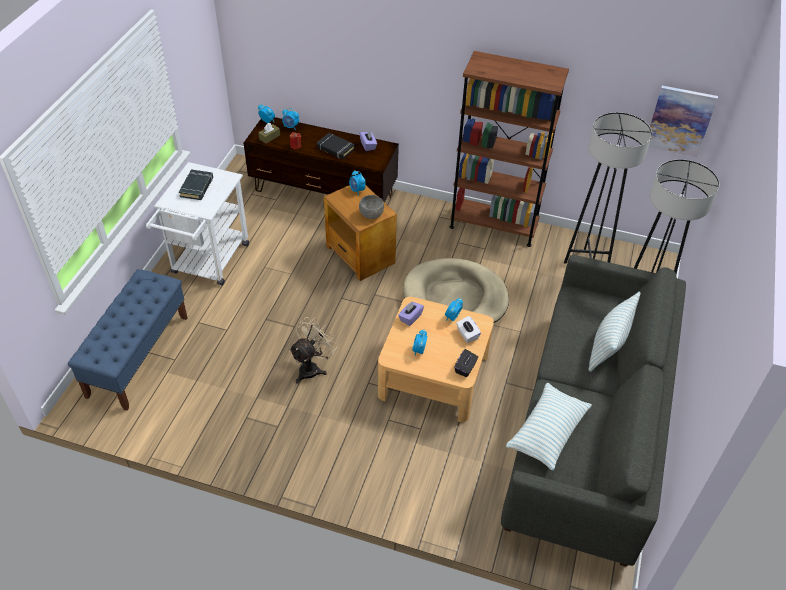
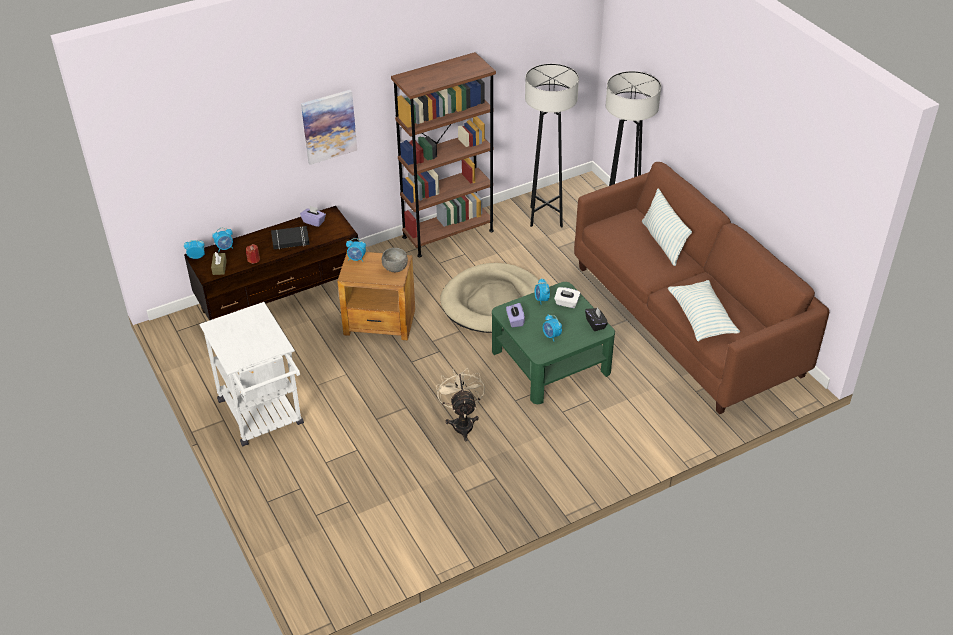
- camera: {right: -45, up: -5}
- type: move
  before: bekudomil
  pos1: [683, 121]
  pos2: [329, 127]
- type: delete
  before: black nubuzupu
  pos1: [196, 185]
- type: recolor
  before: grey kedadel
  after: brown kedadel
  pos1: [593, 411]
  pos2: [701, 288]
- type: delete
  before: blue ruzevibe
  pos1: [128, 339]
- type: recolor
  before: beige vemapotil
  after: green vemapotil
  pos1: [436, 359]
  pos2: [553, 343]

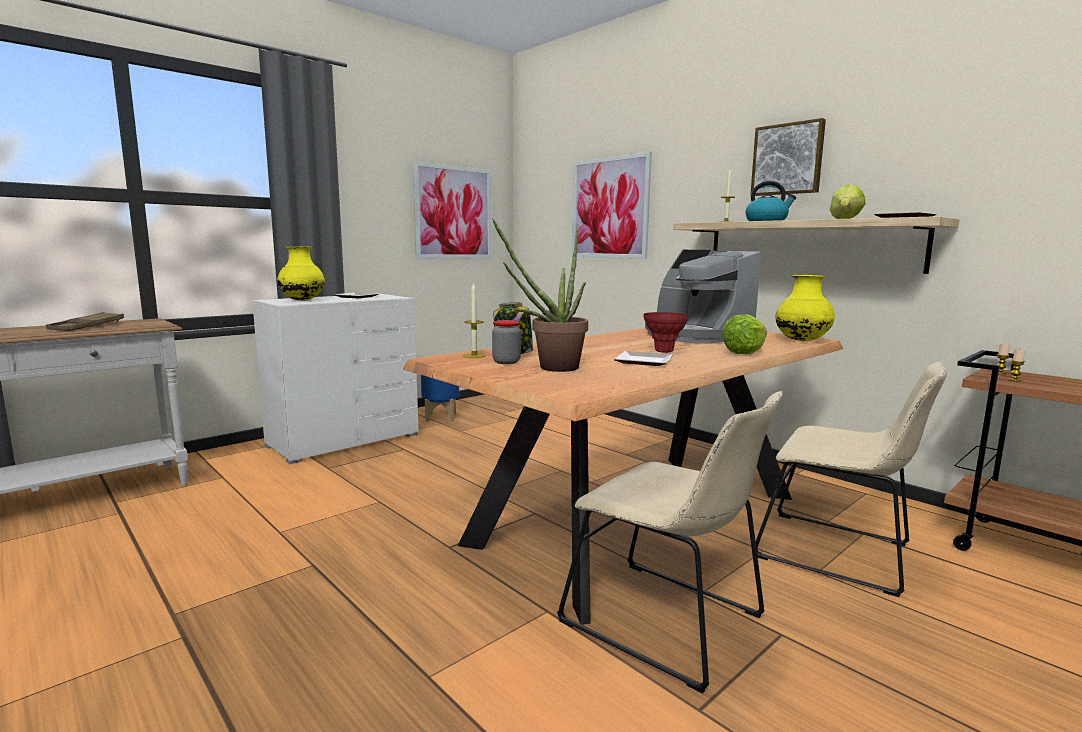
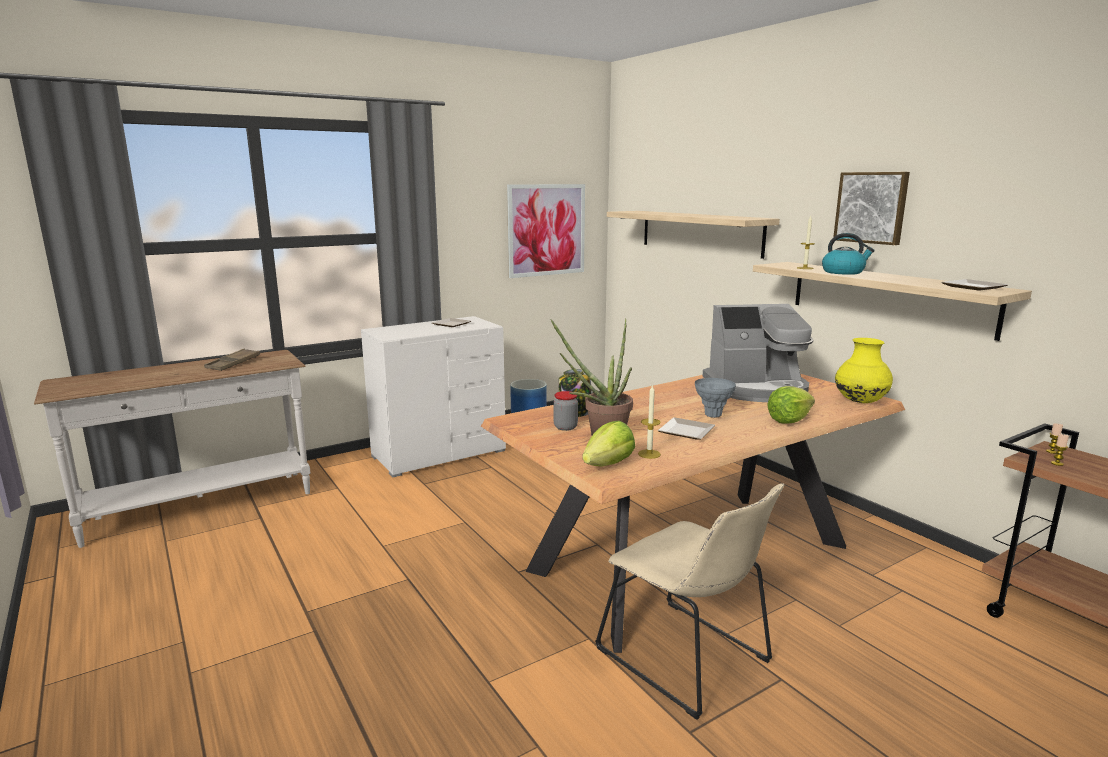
- camera: {right: 10, up: 5}
- type: replace
  before: bekudomil
  after: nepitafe
  pos1: [612, 205]
  pos2: [693, 235]
- type: move
  before: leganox
  pos1: [847, 201]
  pos2: [608, 444]
- type: delete
  before: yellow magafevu
  pos1: [301, 274]
- type: rotate
  before: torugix
  pos1: [703, 296]
  pos2: [758, 353]
  turn: -75
- type: move
  before: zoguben
  pos1: [474, 320]
  pos2: [649, 421]
- type: recolor
  before: red magafevu
  after: grey magafevu
  pos1: [666, 332]
  pos2: [715, 398]
- type: delete
  before: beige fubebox
  pos1: [851, 479]

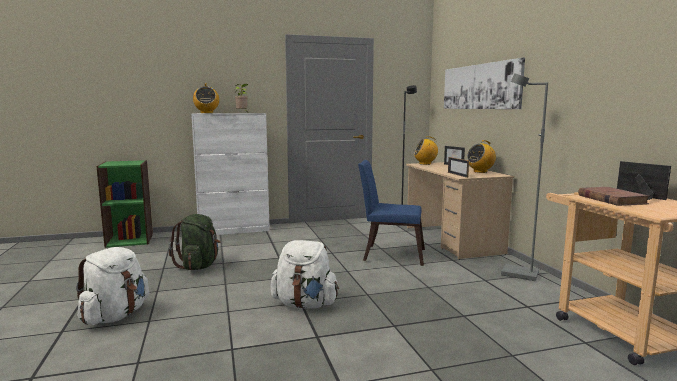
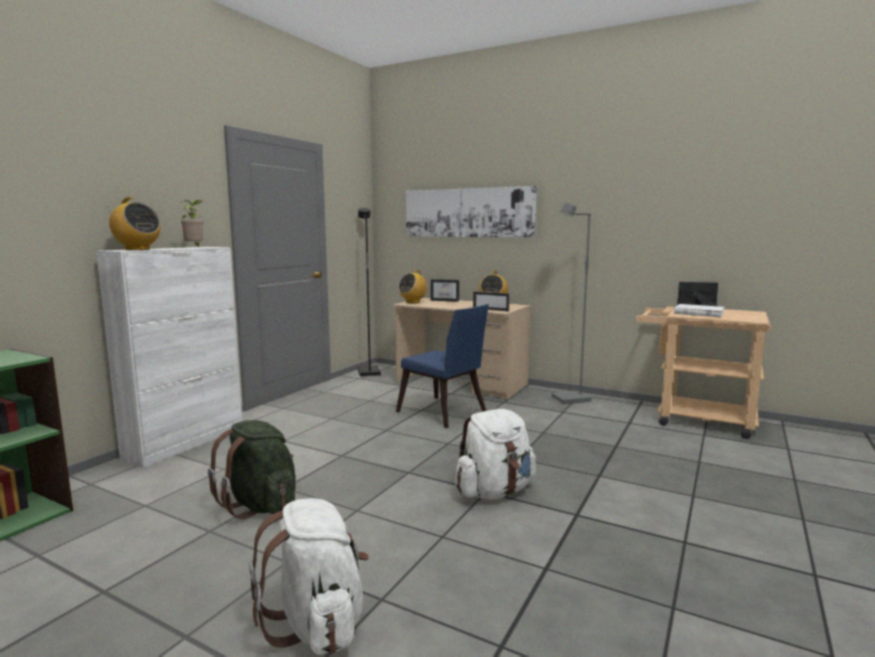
- camera: {right: -45, up: 0}
- type: rotate
  before: blue fubebox
  pos1: [391, 213]
  pos2: [442, 366]
  turn: -105
- type: recolor
  before: brown nubuzupu
  after: white nubuzupu
  pos1: [613, 196]
  pos2: [699, 310]

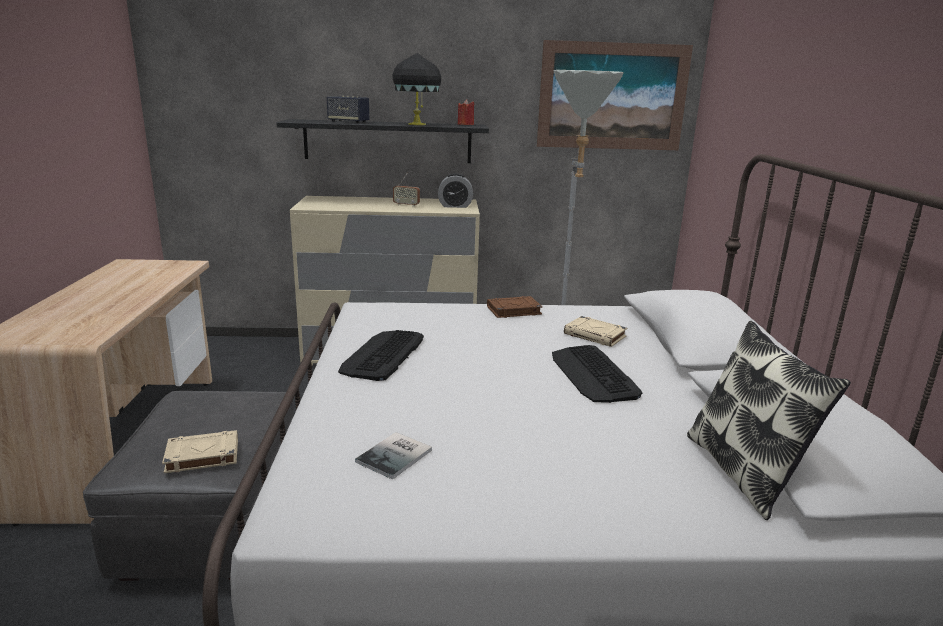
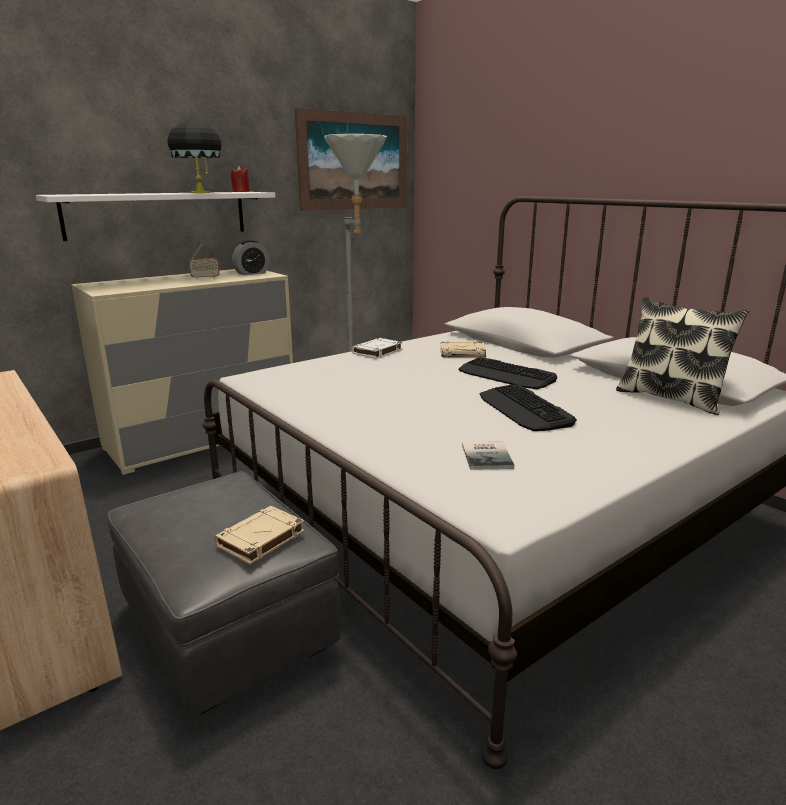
- camera: {right: -35, up: 0}
- type: delete
  before: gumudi
  pos1: [348, 109]
- type: recolor
  before: black nepitafe
  after: white nepitafe
  pos1: [382, 141]
  pos2: [155, 216]
- type: recolor
  before: brown nubuzupu
  after: white nubuzupu
  pos1: [515, 307]
  pos2: [377, 348]
- type: move
  before: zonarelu
  pos1: [381, 355]
  pos2: [528, 408]

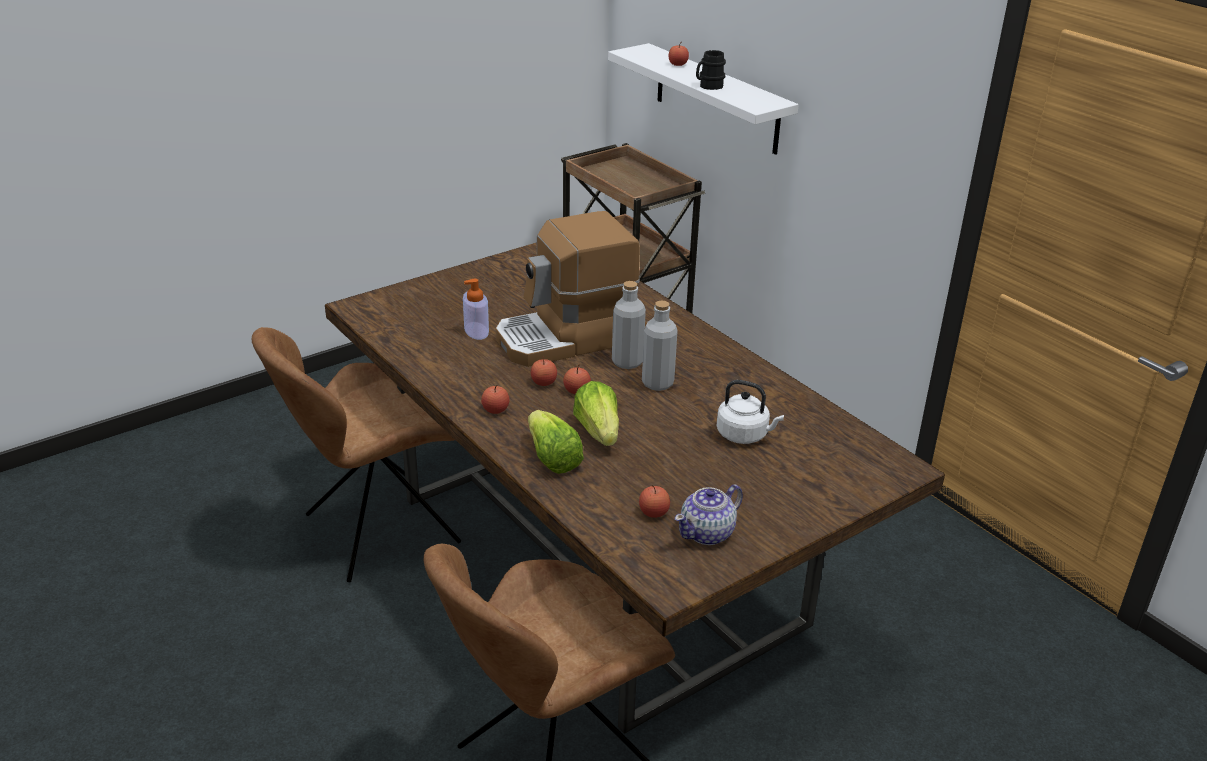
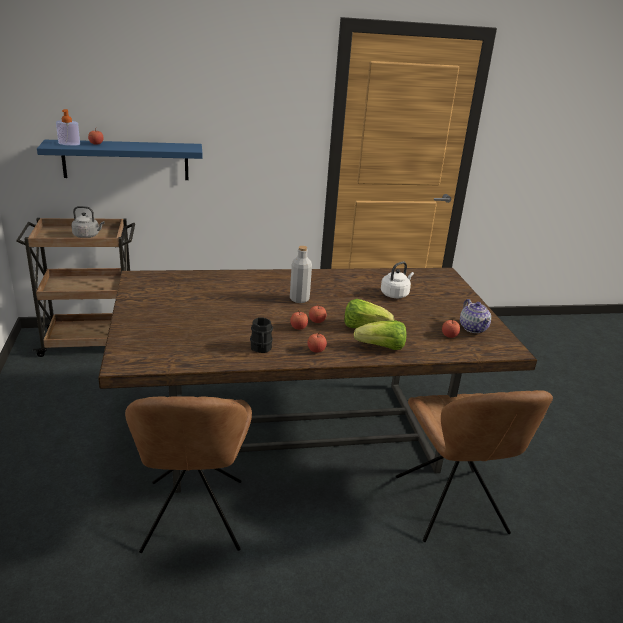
- camera: {right: -65, up: -5}
- type: recolor
  before: white nepitafe
  after: blue nepitafe
  pos1: [703, 99]
  pos2: [120, 160]
- type: move
  before: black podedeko
  pos1: [711, 70]
  pos2: [261, 335]
- type: delete
  before: torugix
  pos1: [568, 289]
- type: move
  before: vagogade
  pos1: [476, 309]
  pos2: [68, 127]
- type: delete
  before: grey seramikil
  pos1: [660, 346]
- type: insert
  after: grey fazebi
  pos2: [88, 222]

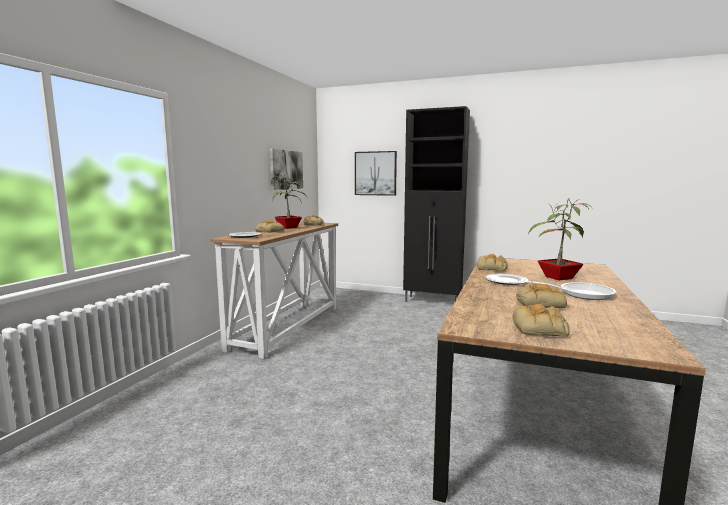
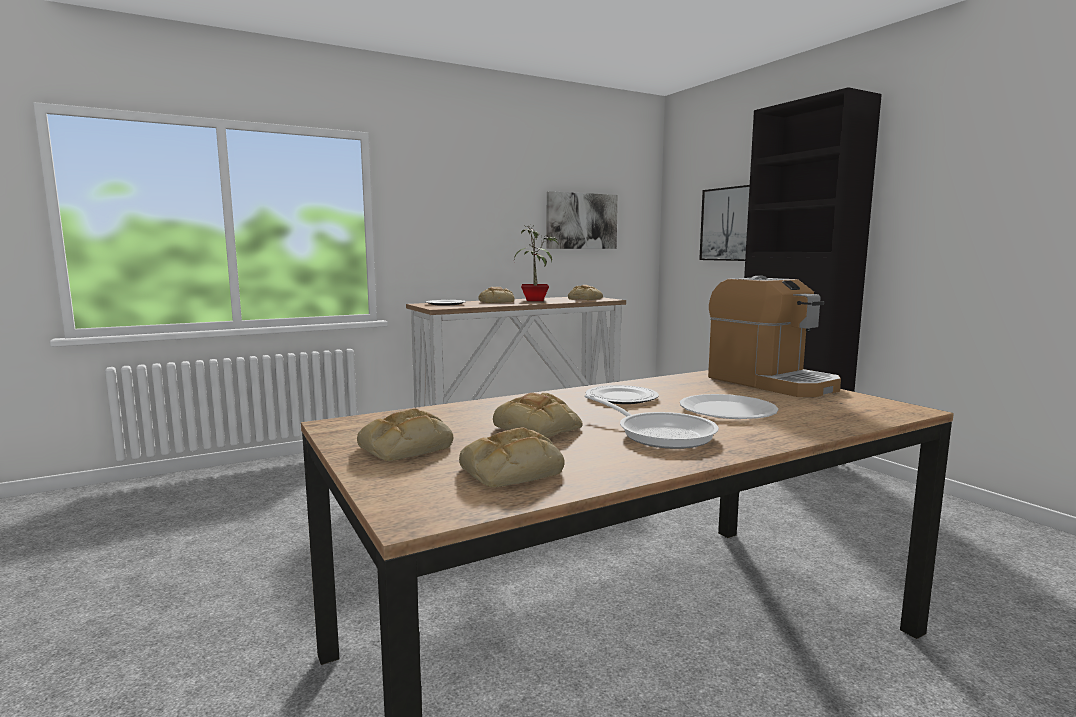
- camera: {right: 40, up: 0}
- type: replace
  before: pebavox
  after: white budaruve
  pos1: [560, 240]
  pos2: [729, 406]
- type: move
  before: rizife
  pos1: [492, 262]
  pos2: [512, 457]
- type: insert
  after: torugix
  pos2: [774, 336]

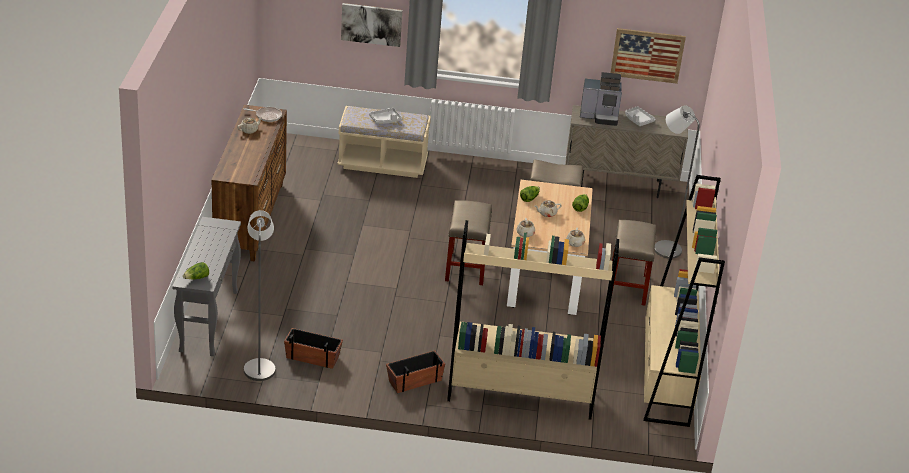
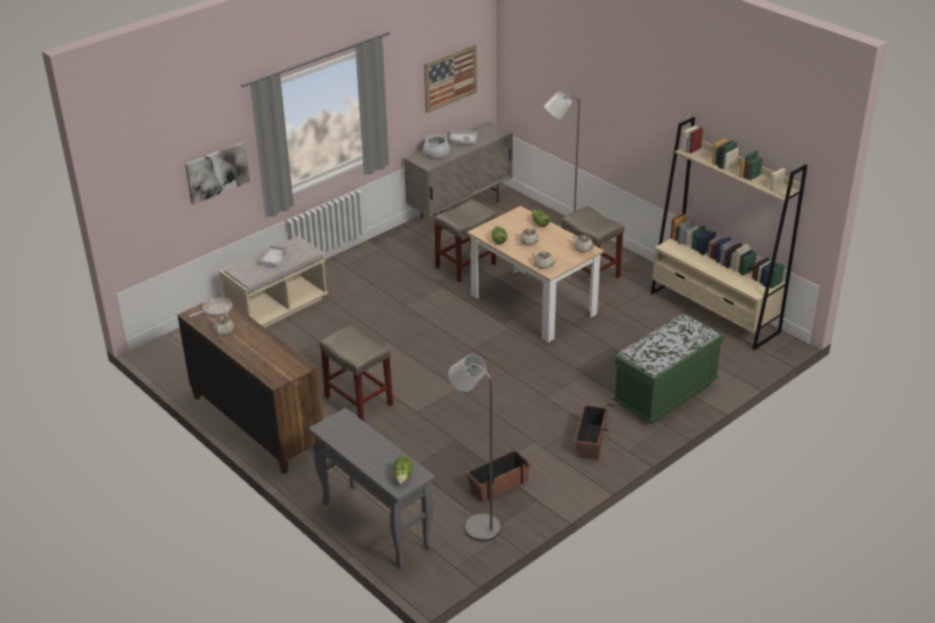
- camera: {right: -45, up: 0}
- type: replace
  before: torugix
  after: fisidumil
  pos1: [601, 99]
  pos2: [436, 146]
- type: move
  before: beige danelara
  pos1: [468, 242]
  pos2: [356, 373]
- type: replace
  before: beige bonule
  after: green ruzevibe
  pos1: [533, 320]
  pos2: [668, 369]

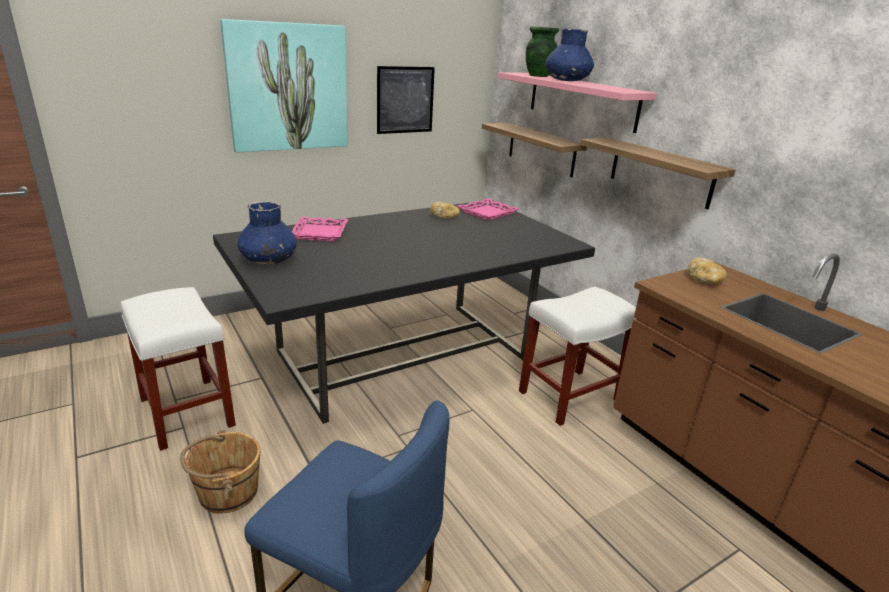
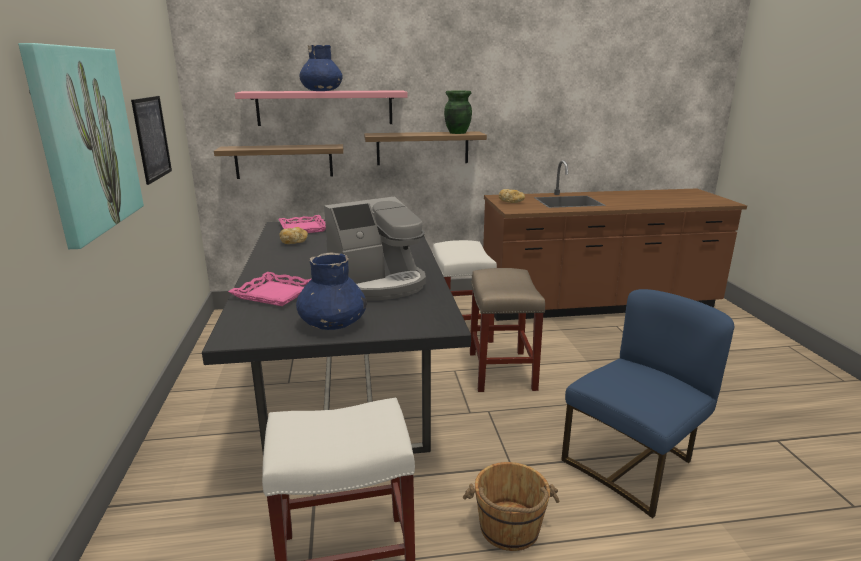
- camera: {right: -65, up: -5}
- type: move
  before: green magafevu
  pos1: [542, 51]
  pos2: [458, 112]
- type: insert
  after: torugix
  pos2: [375, 248]
- type: insert
  after: beige danelara
  pos2: [507, 330]

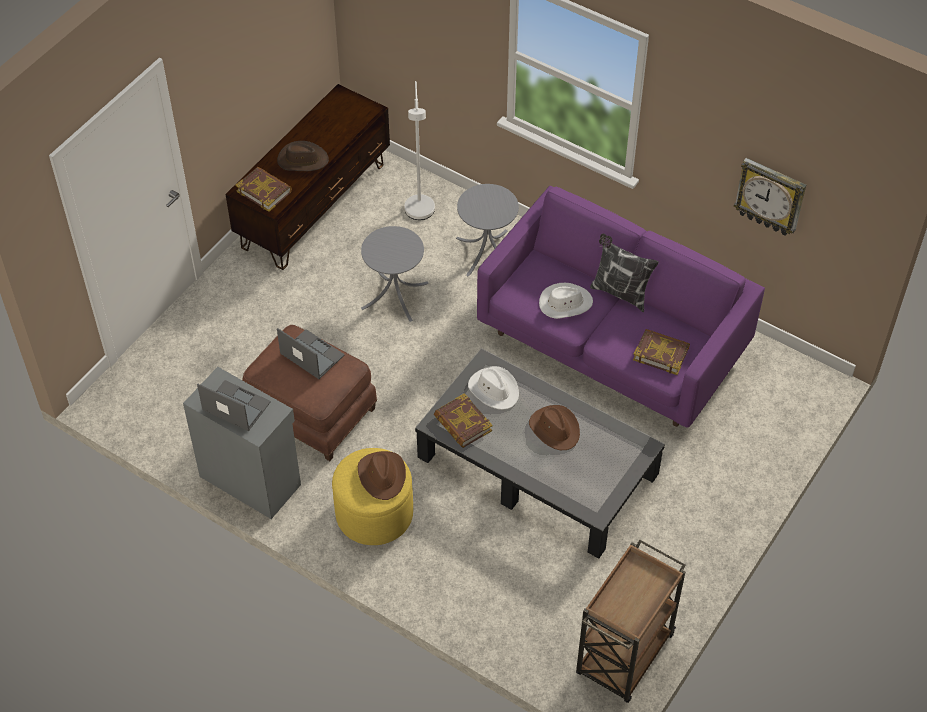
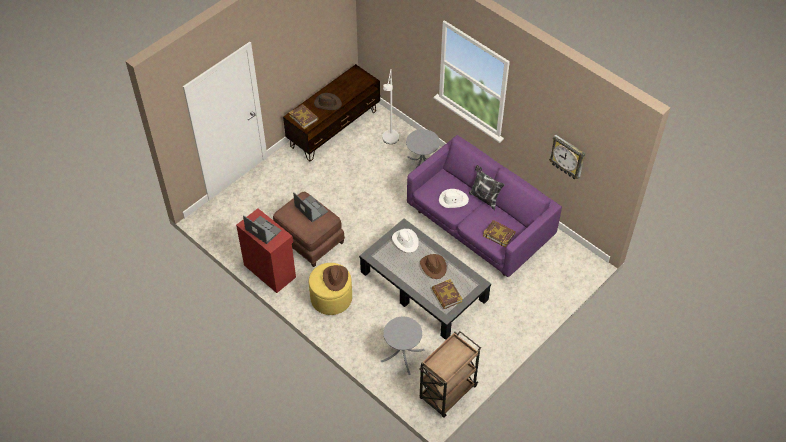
- camera: {right: 10, up: 0}
- type: move
  before: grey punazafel
  pos1: [395, 274]
  pos2: [403, 346]
- type: recolor
  before: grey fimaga
  after: red fimaga
  pos1: [242, 443]
  pos2: [266, 251]
- type: move
  before: nubuzupu
  pos1: [463, 420]
  pos2: [447, 294]

